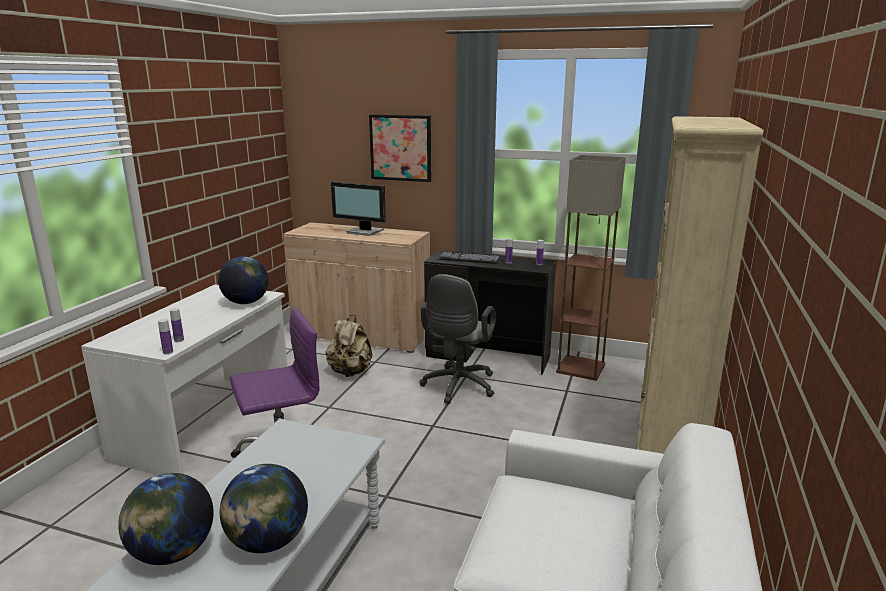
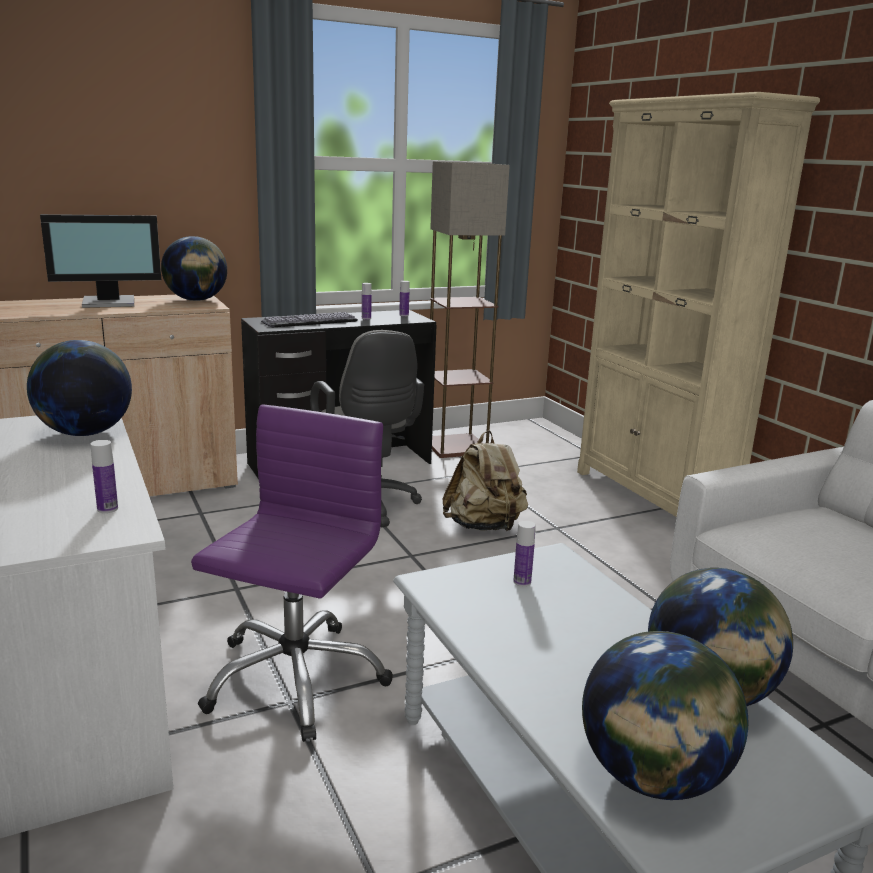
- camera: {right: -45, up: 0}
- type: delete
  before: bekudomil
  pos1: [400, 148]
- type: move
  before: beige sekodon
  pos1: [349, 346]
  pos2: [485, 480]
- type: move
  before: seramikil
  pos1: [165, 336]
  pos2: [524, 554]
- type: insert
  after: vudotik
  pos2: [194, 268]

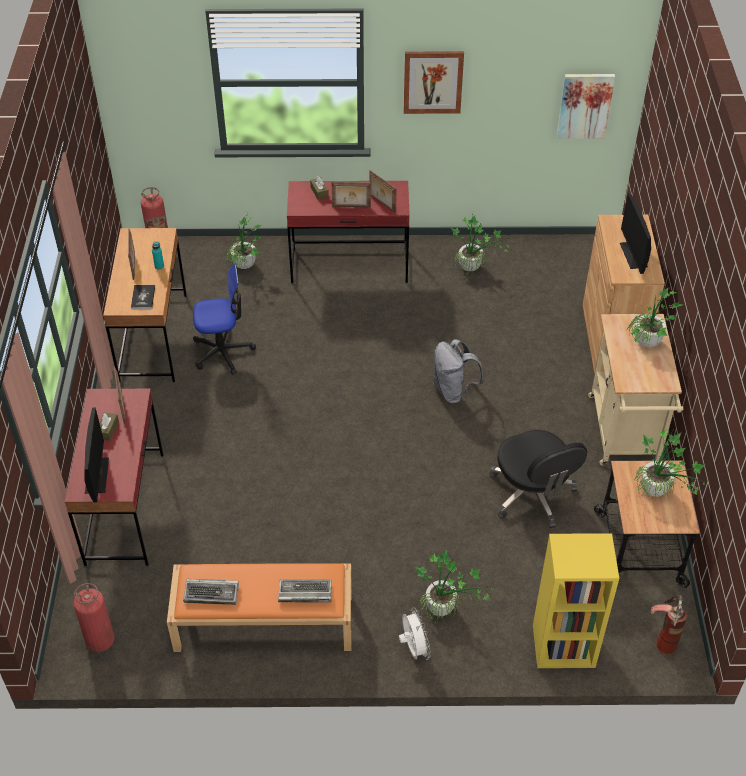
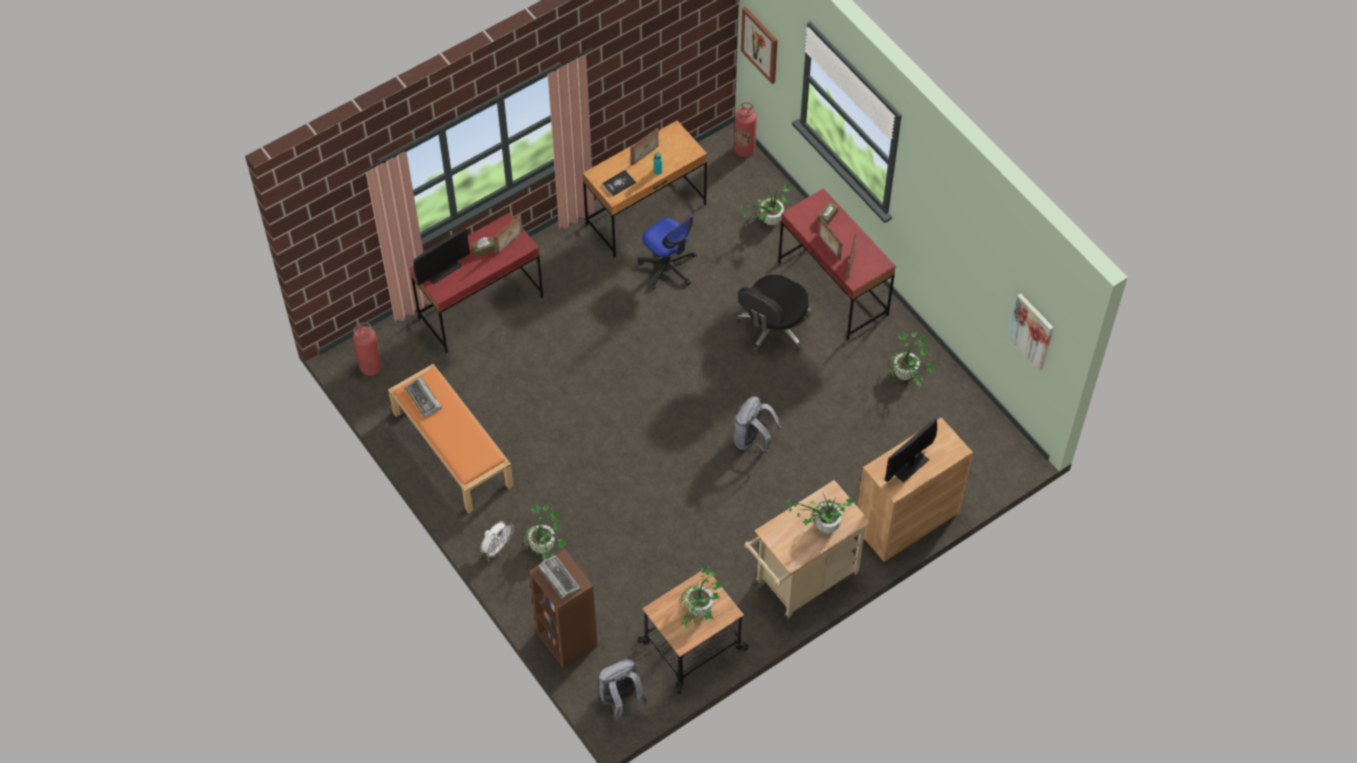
- camera: {right: 55, up: 10}
- type: move
  before: bekudomil
  pos1: [434, 82]
  pos2: [759, 45]
- type: move
  before: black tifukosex
  pos1: [538, 479]
  pos2: [774, 315]
- type: recolor
  before: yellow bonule
  after: brown bonule
  pos1: [576, 600]
  pos2: [563, 609]
- type: move
  before: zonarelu
  pos1: [305, 591]
  pos2: [559, 577]
- type: replace
  before: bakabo
  after: grey sekodon
  pos1: [669, 624]
  pos2: [623, 689]

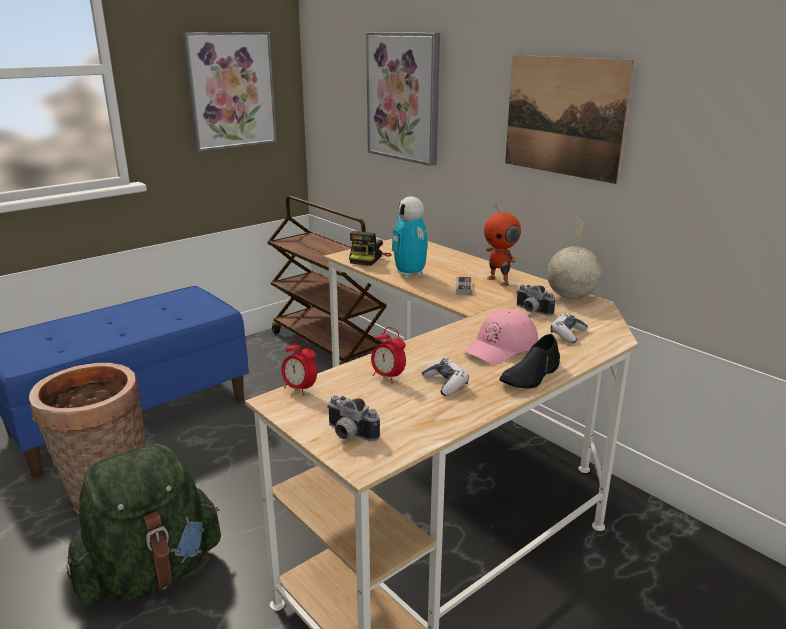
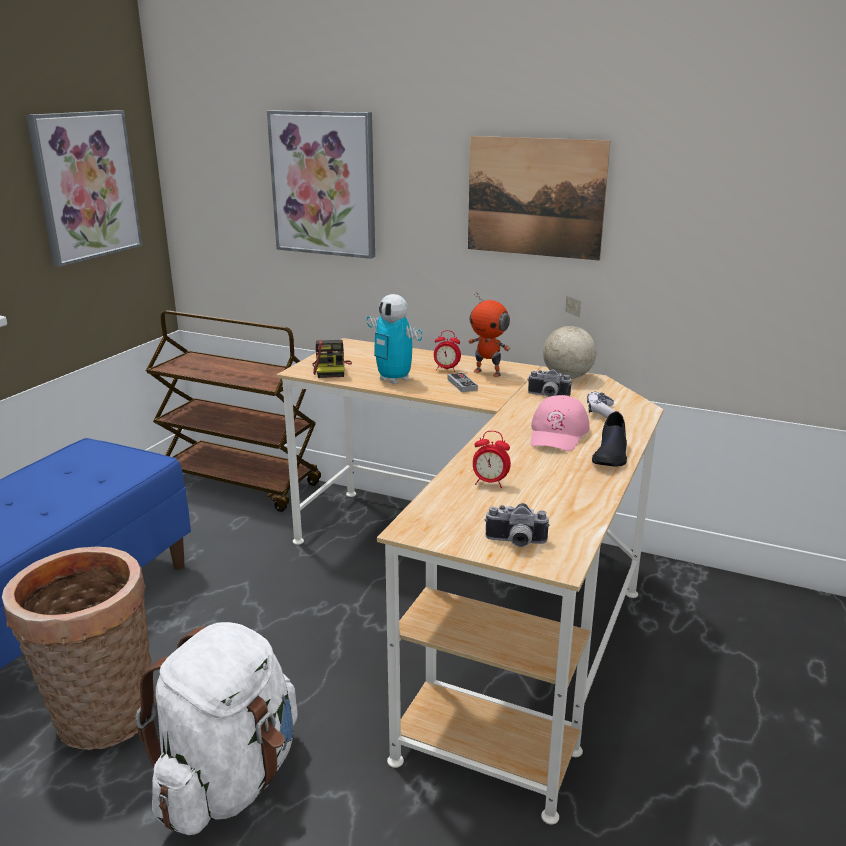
- camera: {right: -25, up: 0}
- type: move
  before: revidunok
  pos1: [299, 367]
  pos2: [447, 351]
- type: delete
  before: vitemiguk
  pos1: [445, 377]
- type: recolor
  before: green sekodon
  after: white sekodon
  pos1: [143, 524]
  pos2: [216, 728]

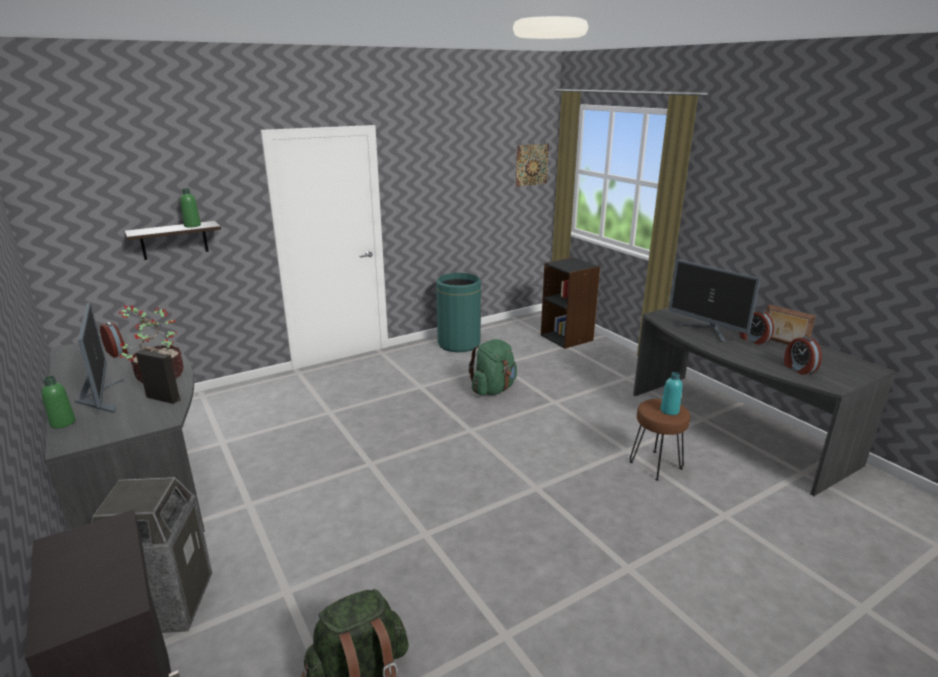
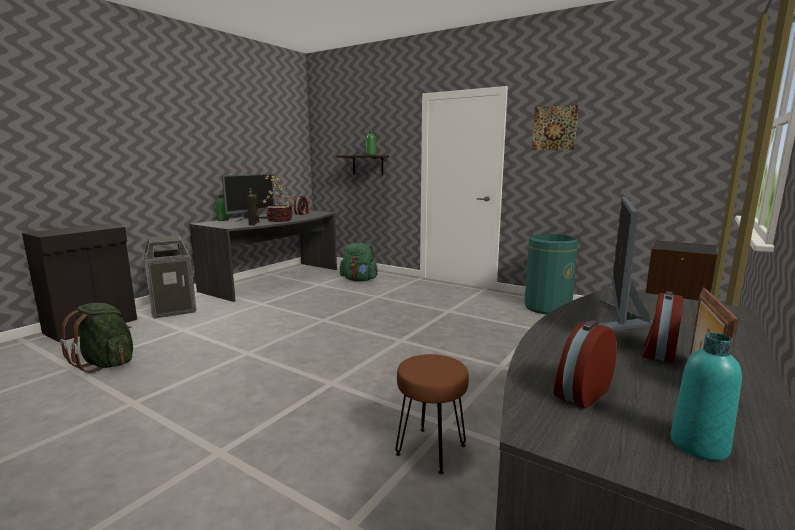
- camera: {right: 65, up: -10}
- type: move
  before: bekudomil
  pos1: [532, 165]
  pos2: [555, 127]
- type: move
  before: green sekodon
  pos1: [493, 367]
  pos2: [359, 262]
- type: move
  before: turquoise seramikil
  pos1: [671, 393]
  pos2: [706, 397]

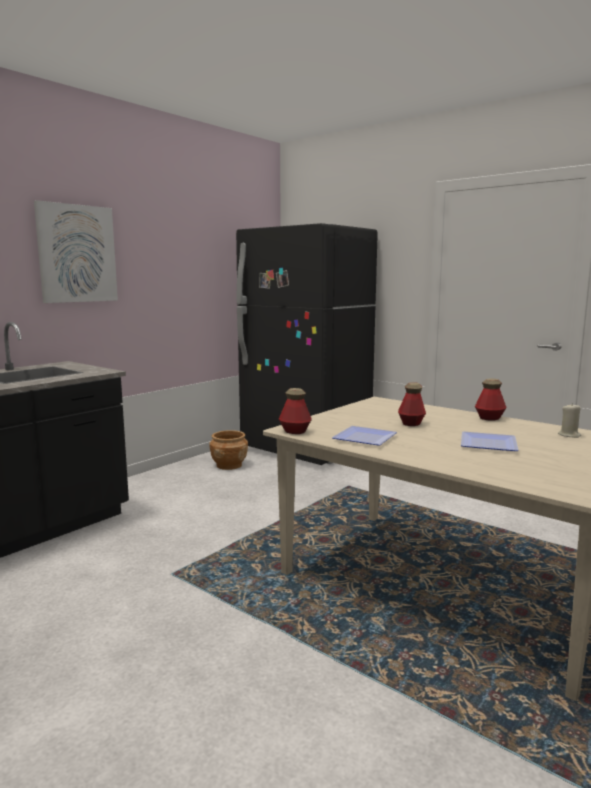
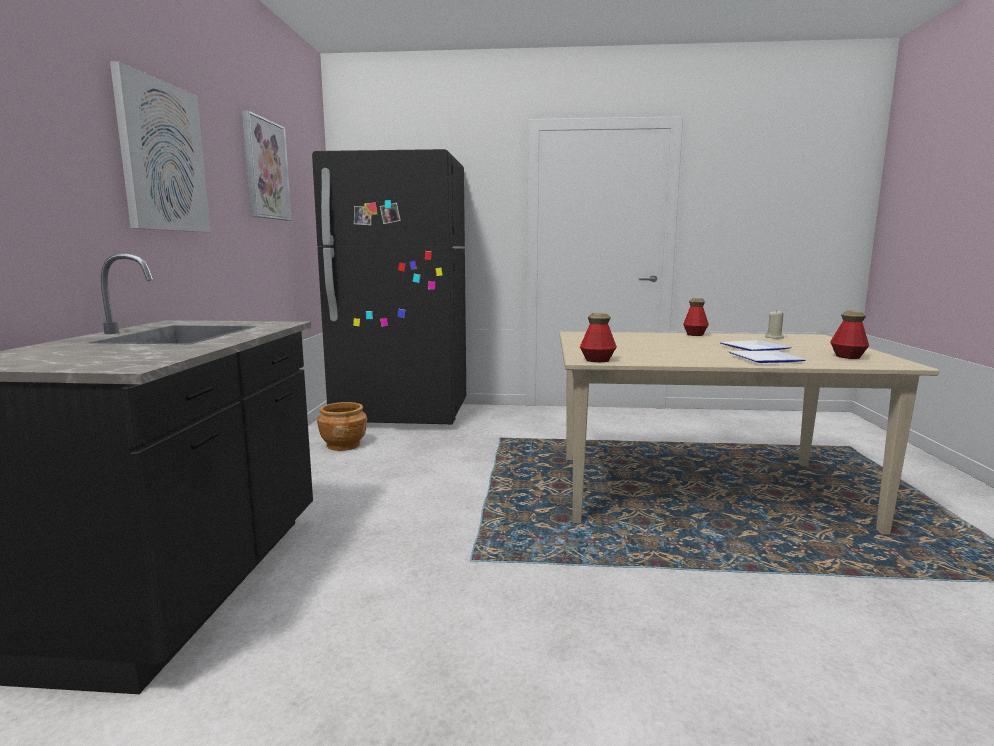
- camera: {right: -35, up: 0}
- type: move
  before: seramikil
  pos1: [412, 404]
  pos2: [849, 335]
- type: move
  before: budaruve
  pos1: [364, 436]
  pos2: [767, 356]
- type: insert
  after: bekudomil
  pos2: [266, 165]

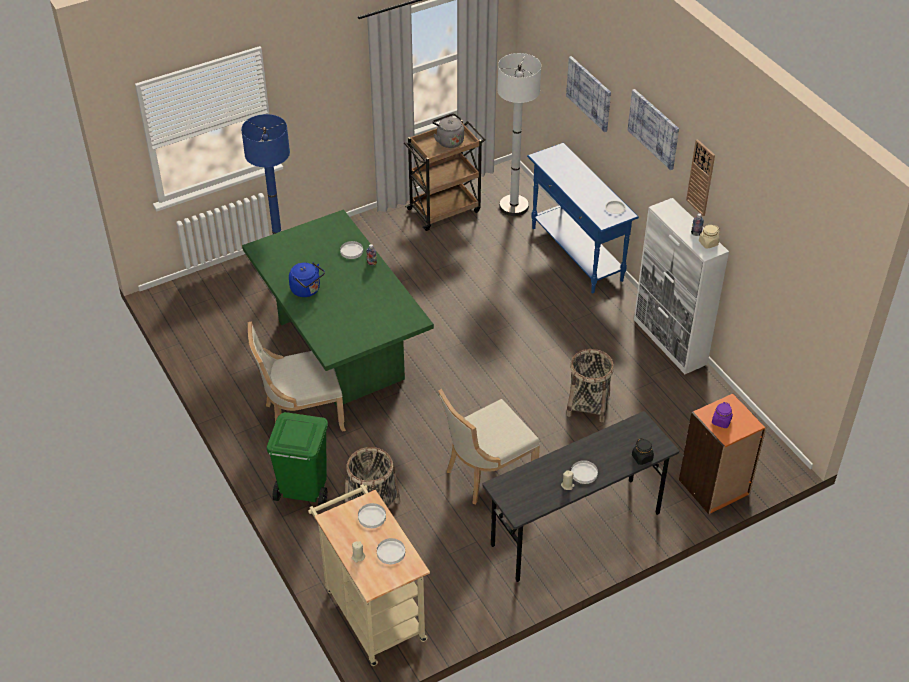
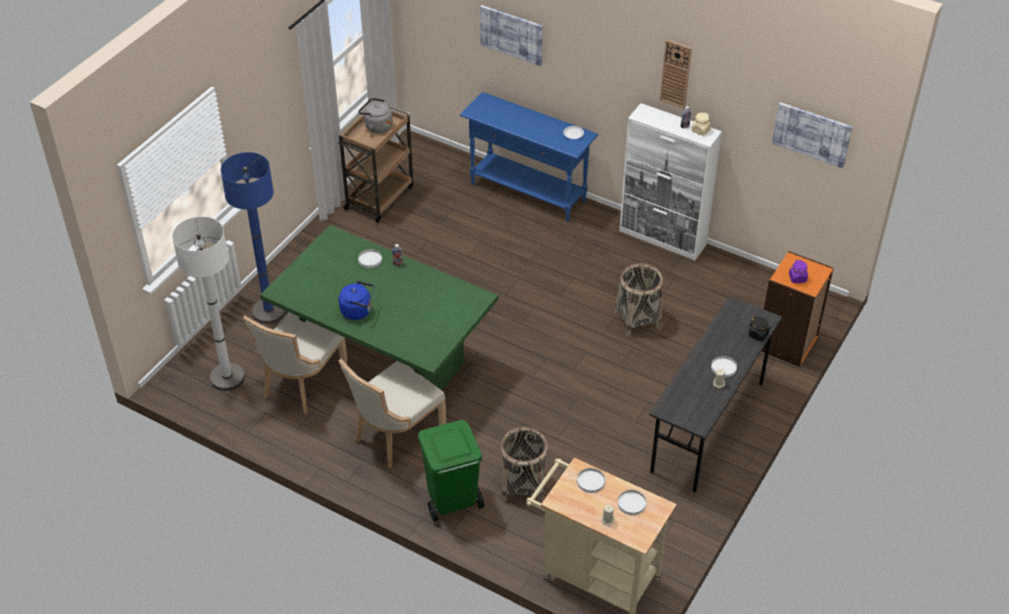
- camera: {right: -30, up: 0}
- type: move
  before: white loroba
  pos1: [519, 134]
  pos2: [208, 304]
- type: move
  before: bekudomil
  pos1: [653, 129]
  pos2: [812, 135]
- type: move
  before: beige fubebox
  pos1: [489, 447]
  pos2: [295, 363]

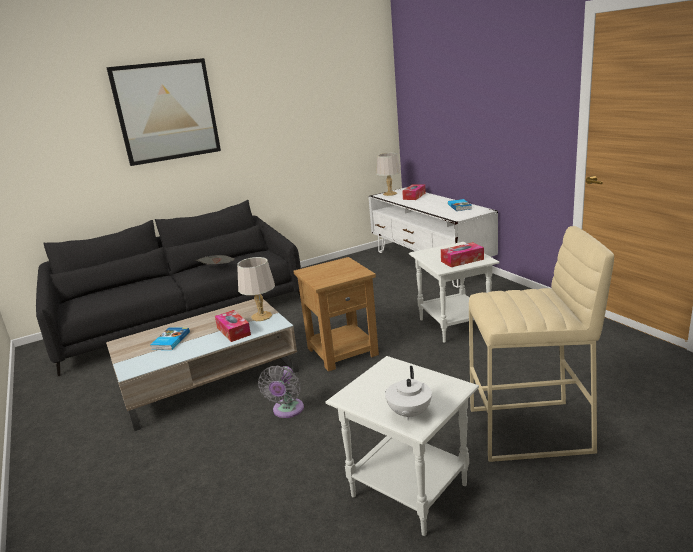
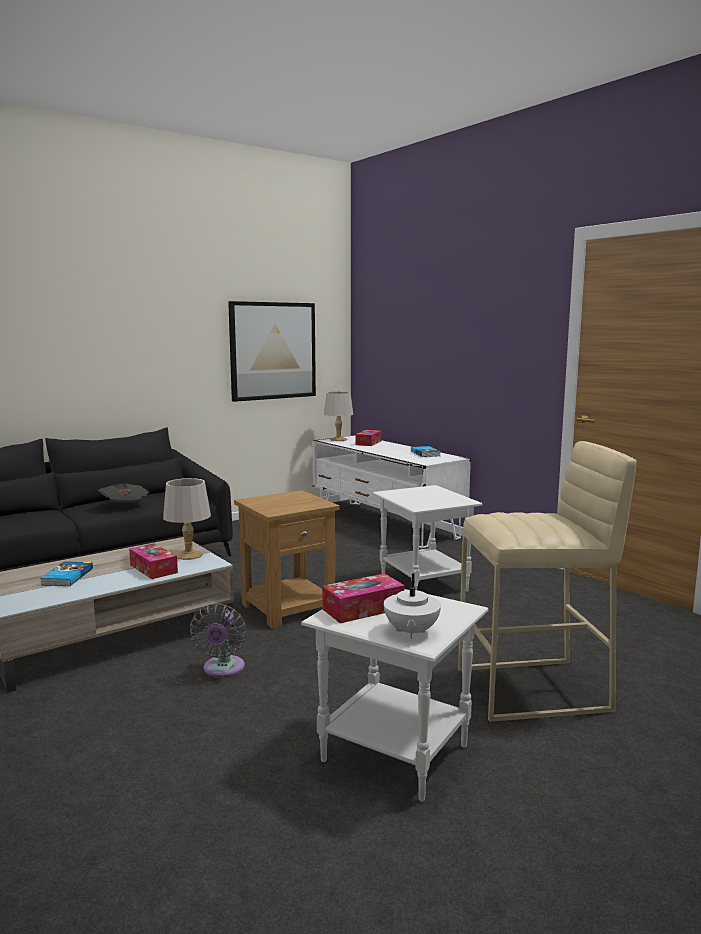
- camera: {right: -10, up: -10}
- type: move
  before: bekudomil
  pos1: [163, 112]
  pos2: [272, 351]
- type: move
  before: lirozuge
  pos1: [462, 254]
  pos2: [363, 598]

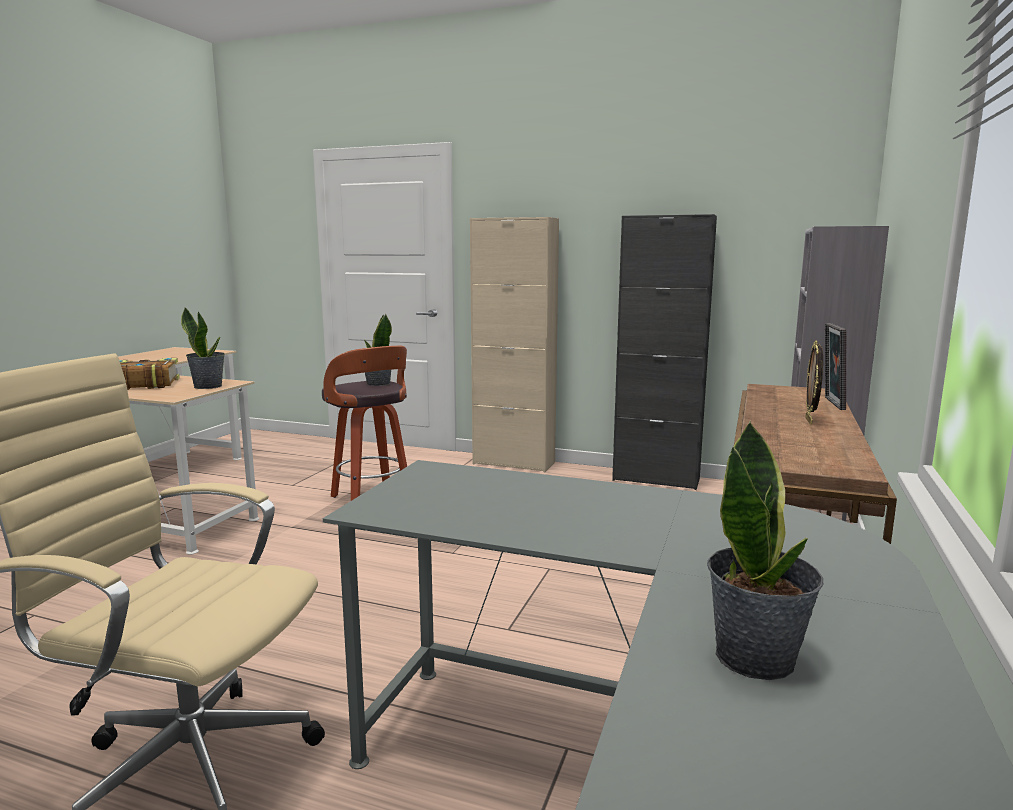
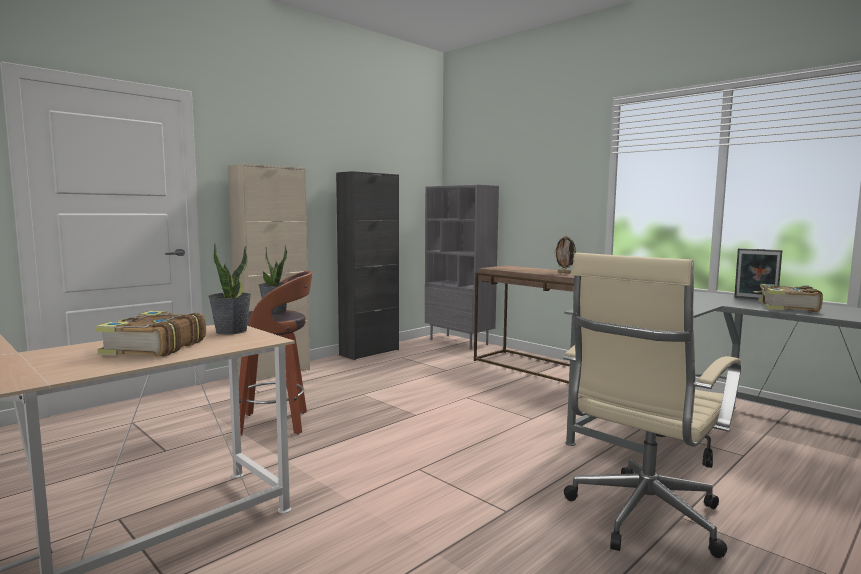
- camera: {right: -65, up: -5}
- type: move
  before: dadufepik
  pos1: [835, 366]
  pos2: [758, 274]
- type: replace
  before: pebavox
  after: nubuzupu
  pos1: [765, 550]
  pos2: [788, 298]

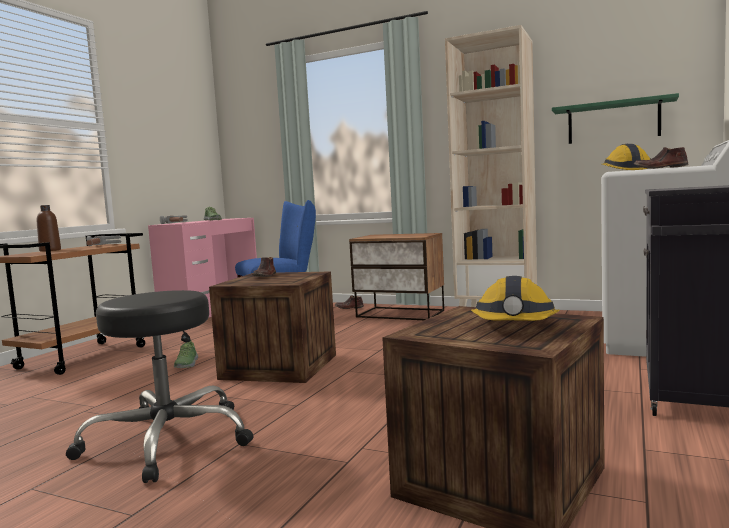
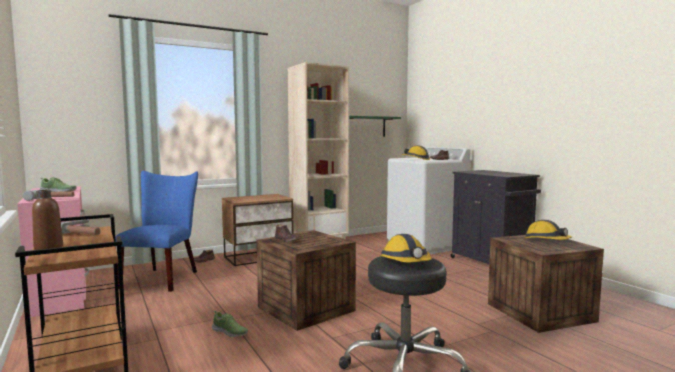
- camera: {right: -55, up: 0}
- type: insert
  after: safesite
  pos2: [405, 248]

